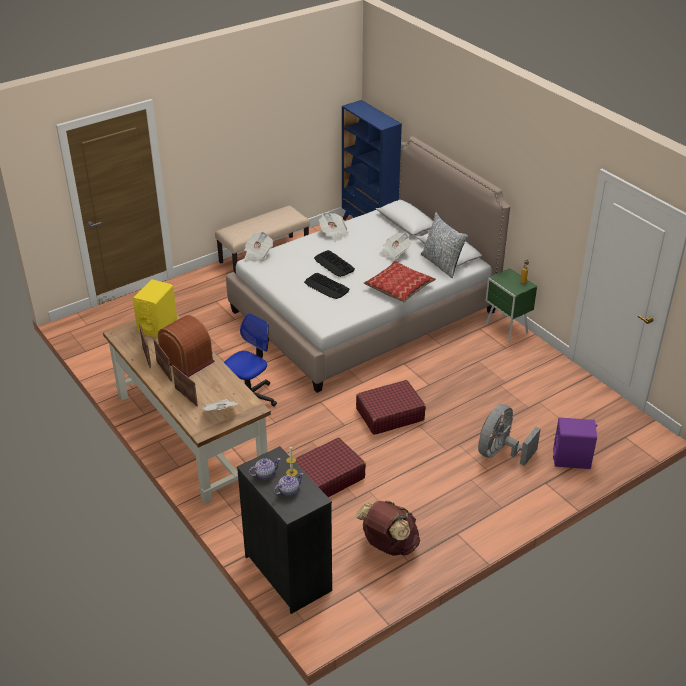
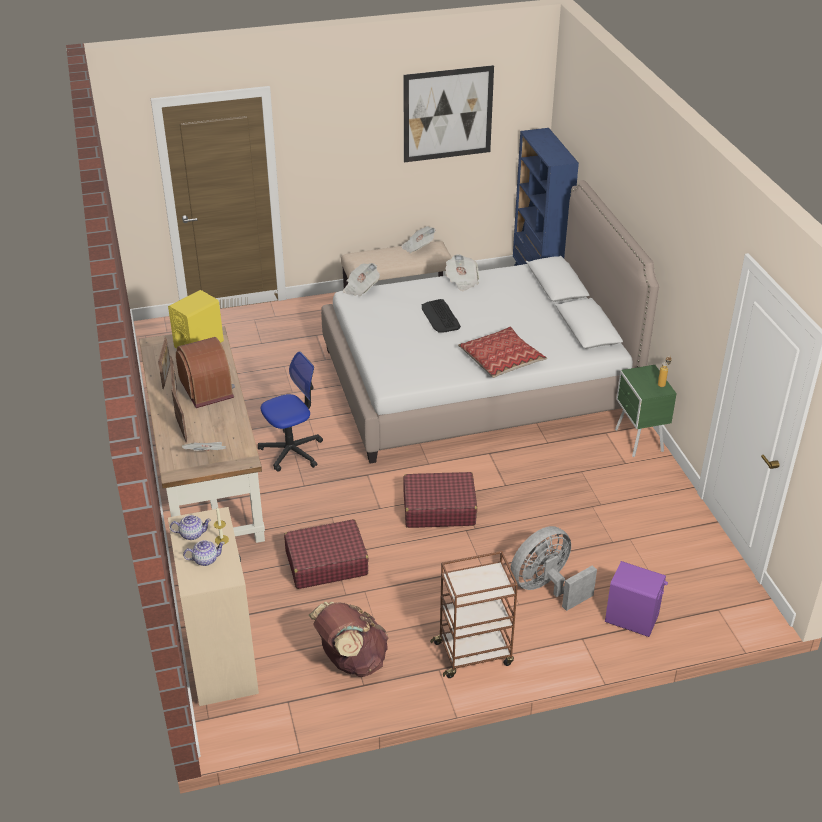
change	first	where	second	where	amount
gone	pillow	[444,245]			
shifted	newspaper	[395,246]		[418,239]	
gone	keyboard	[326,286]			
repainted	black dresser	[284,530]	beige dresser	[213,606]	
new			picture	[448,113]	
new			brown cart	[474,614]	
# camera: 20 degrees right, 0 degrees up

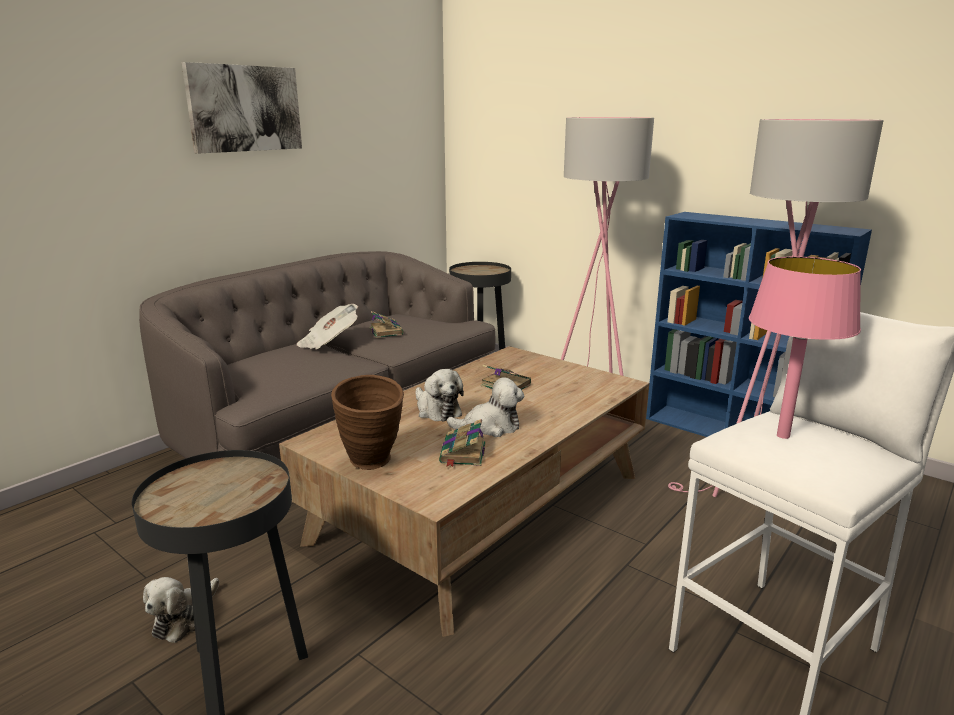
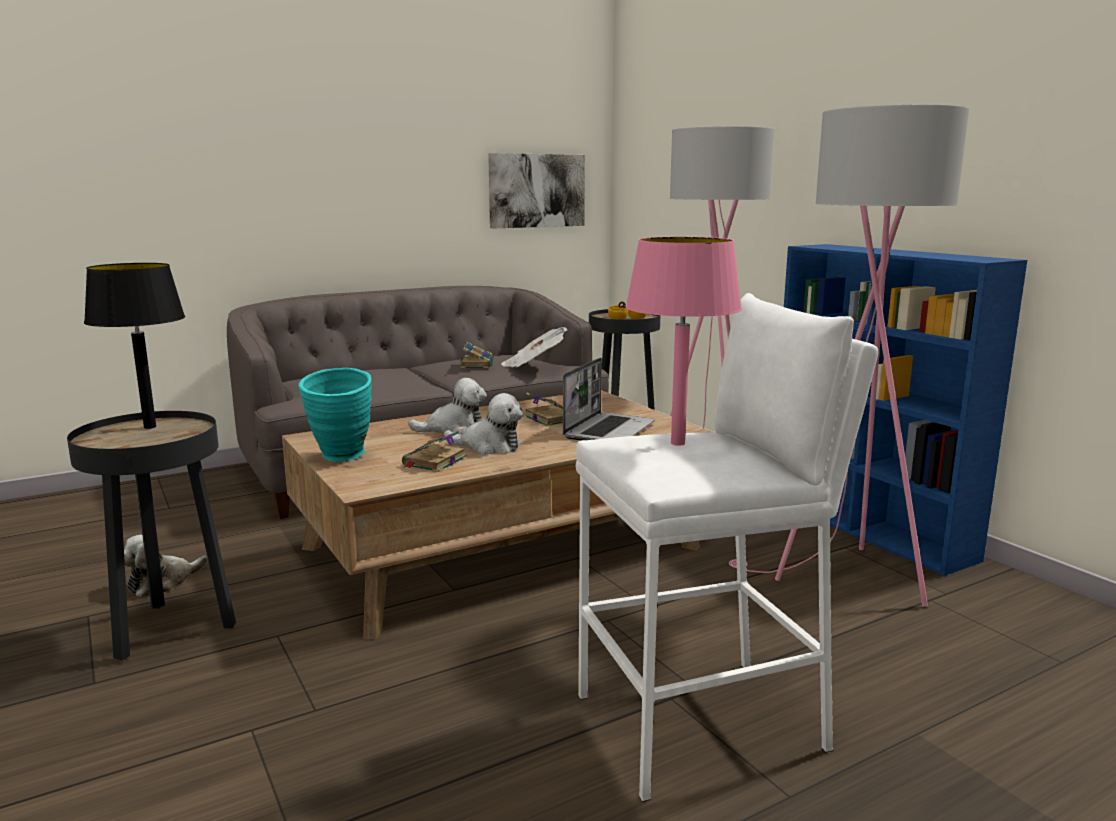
change	first	where	second	where	amount
shifted	picture	[242,108]		[536,191]	
shifted	newspaper	[327,326]		[534,347]	
rotated	plush toy	[440,395]		[447,406]	90 degrees counterclockwise
repainted	brown vase	[367,422]	turquoise vase	[335,415]	
new			black table lamp	[134,346]	
new			bowl	[627,310]	
new			laptop	[609,399]	
# camera: 20 degrees right, 5 degrees down

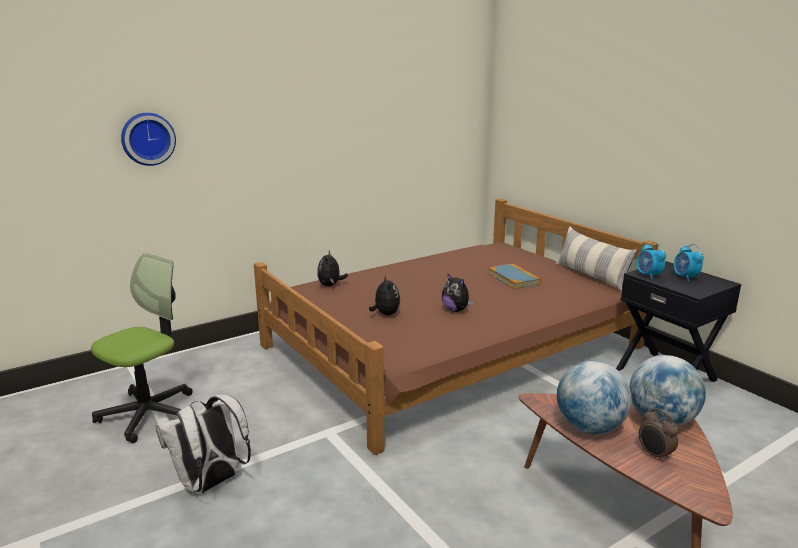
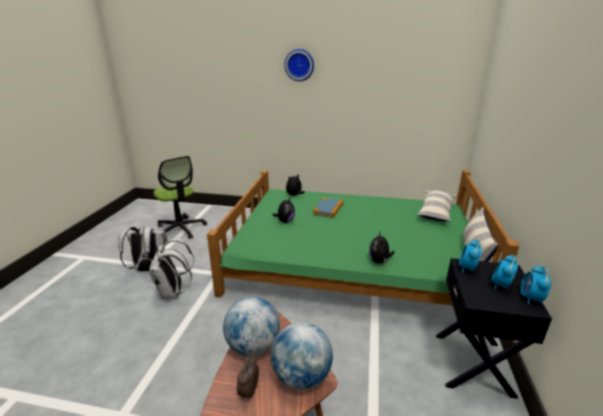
change	first	where	second	where	amount
shifted	wall clock	[148,139]		[299,65]	
repainted	brown bed	[456,326]	green bed	[363,238]	
rotated	office chair	[142,348]		[180,197]	60 degrees clockwise
shifted	book	[514,276]		[328,208]	
shifted	plush toy	[458,293]		[382,247]	
new			pillow	[437,206]	
new			white backpack	[171,269]	
new			alarm clock	[536,285]	
# camera: 45 degrees right, 5 degrees up

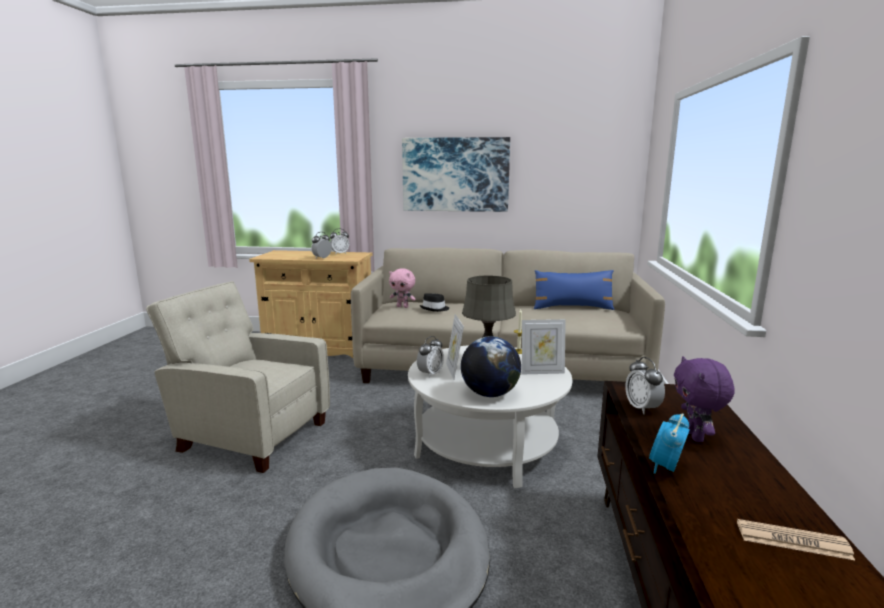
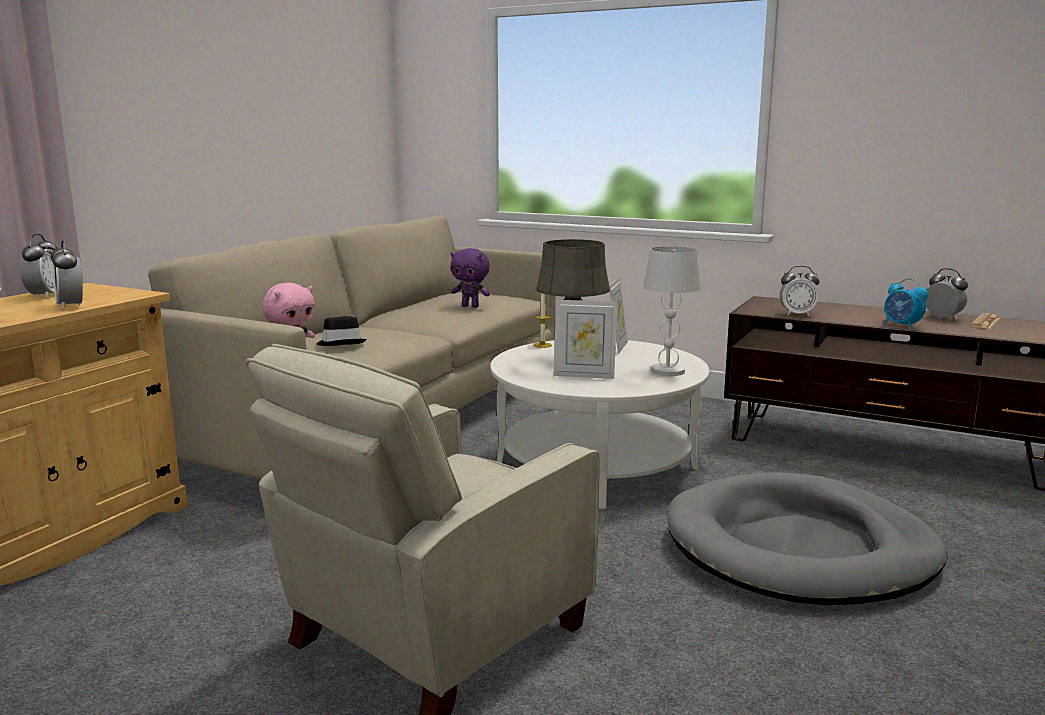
change	first	where	second	where	amount
gone	picture	[456,174]			
gone	blue pillow	[574,290]			
shifted	alarm clock	[430,357]		[946,293]	
swapped	globe	[491,366]	white table lamp	[672,311]	
shifted	purple plush toy	[704,399]		[470,278]	
# camera: 70 degrees left, 0 degrees up

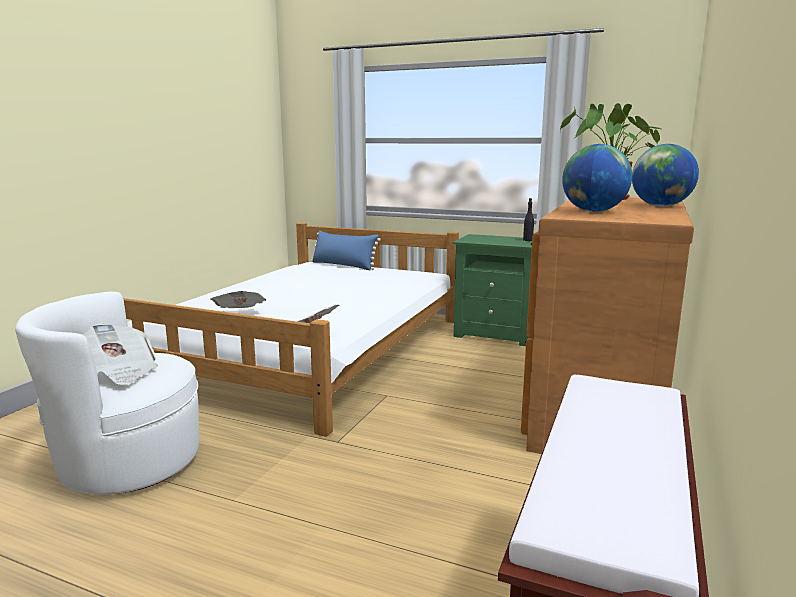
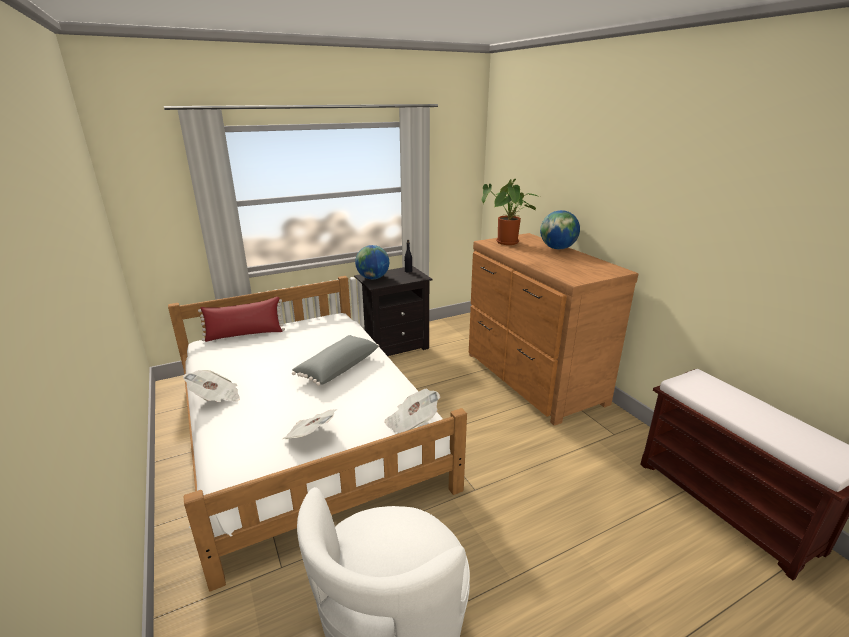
change	first	where	second	where	amount
shifted	globe	[597,178]		[372,262]	
repainted	blue pillow	[346,250]	red pillow	[241,319]	
repainted	green nightstand	[492,290]	black nightstand	[393,311]	
shifted	newspaper	[120,354]		[211,386]	
new			grey pillow	[335,360]	
# camera: 50 degrees left, 10 degrees up

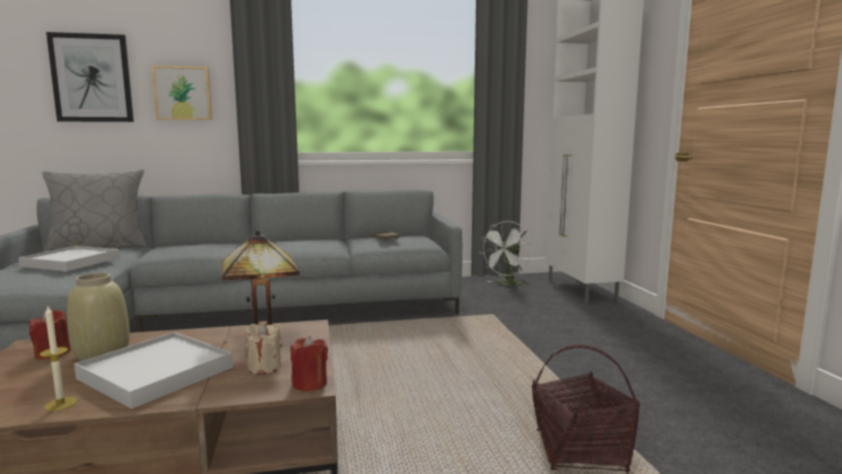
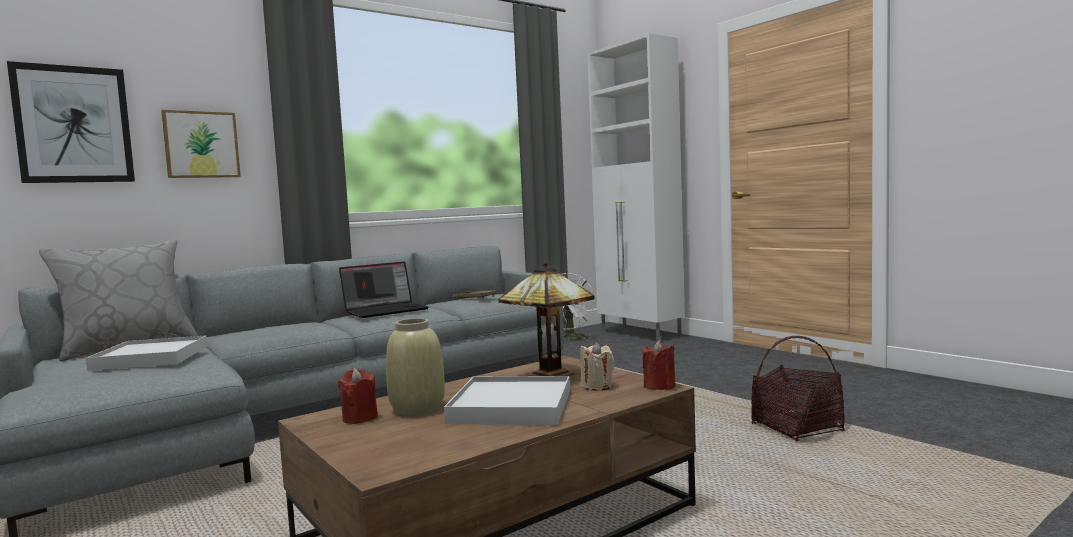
change	first	where	second	where	amount
gone	candle	[58,359]			
new			laptop	[384,290]	
# camera: 25 degrees left, 5 degrees down

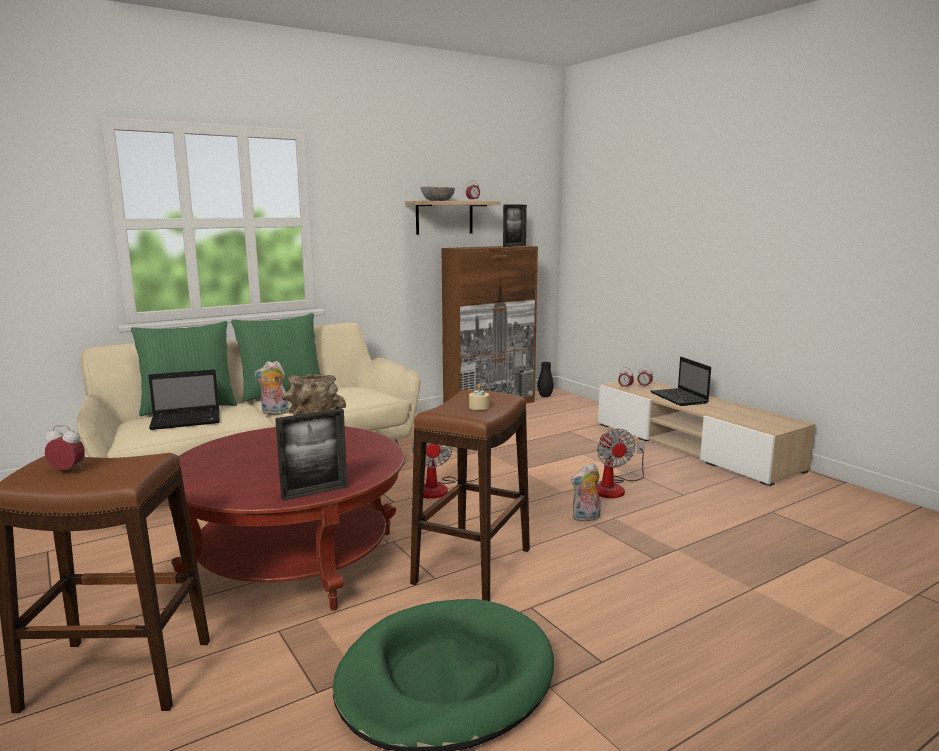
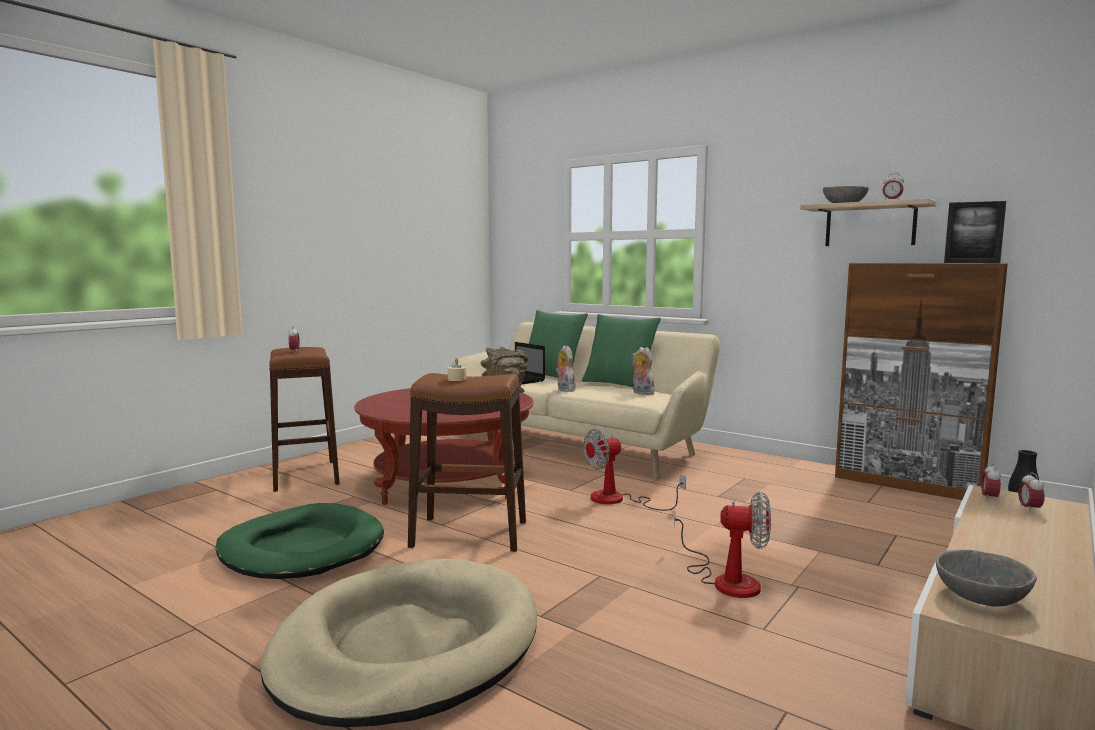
change	first	where	second	where	amount
gone	laptop	[681,381]			
gone	picture frame	[311,454]			
rotated	fan	[621,463]		[722,545]	135 degrees counterclockwise
shifted	plush toy	[586,492]		[642,371]	
new			grey bowl	[986,578]	
new			beige dog bed	[399,643]	
# camera: 70 degrees right, 5 degrees down

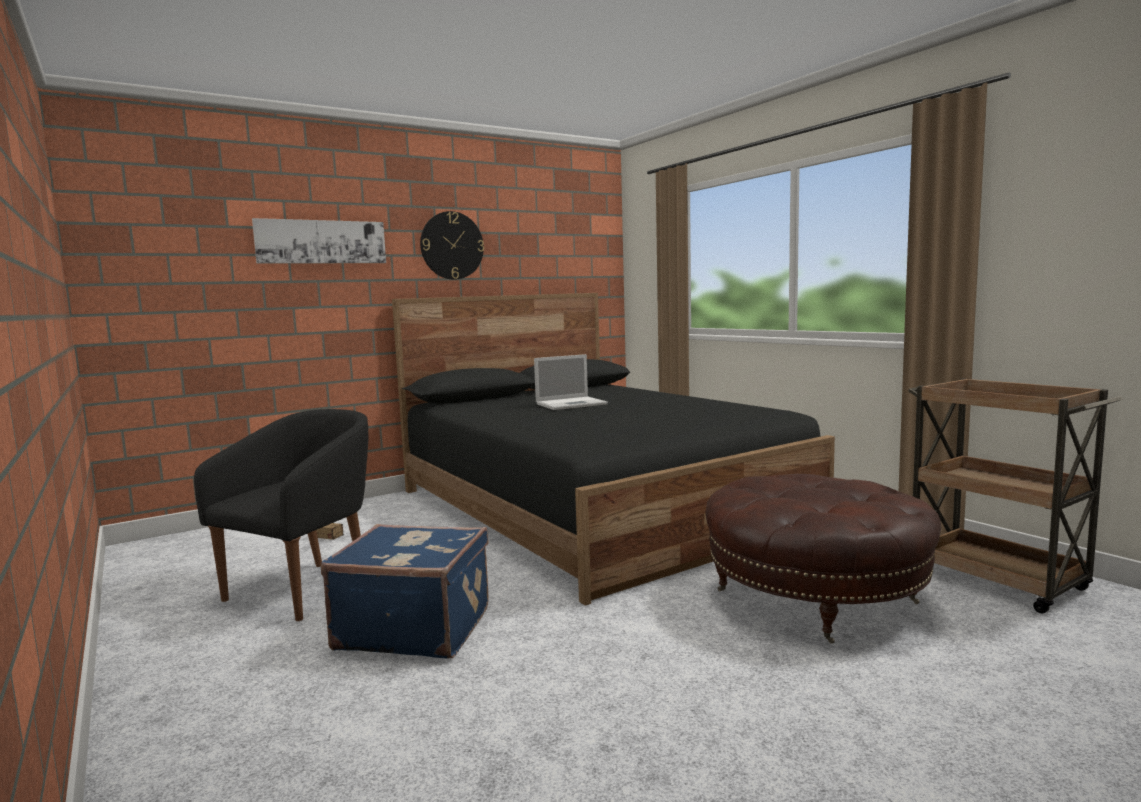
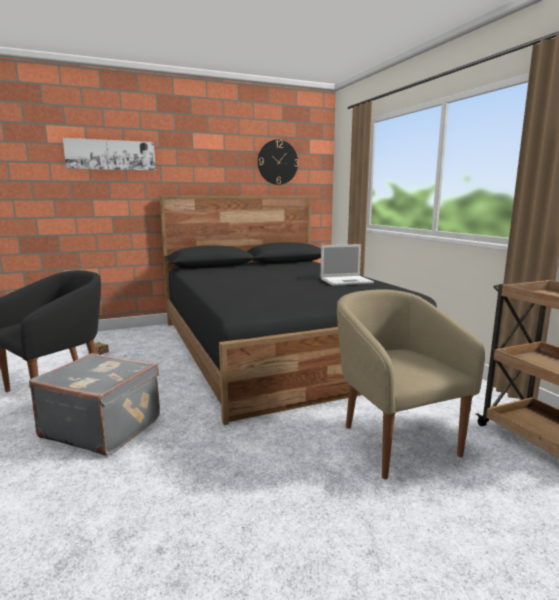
change	first	where	second	where	amount
shifted	wall clock	[452,245]		[278,162]	
shifted	laptop	[571,382]		[347,265]	
swapped	brown ottoman	[823,559]	beige armchair	[411,384]	
repainted	blue suitcase	[405,591]	grey suitcase	[94,404]	
# camera: 10 degrees right, 5 degrees up

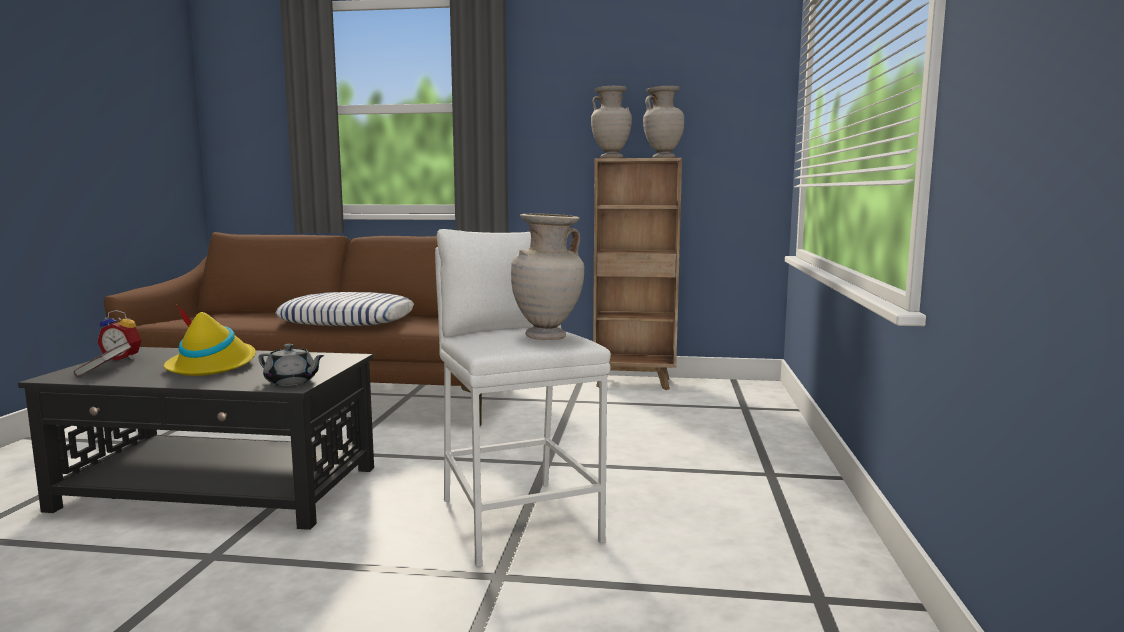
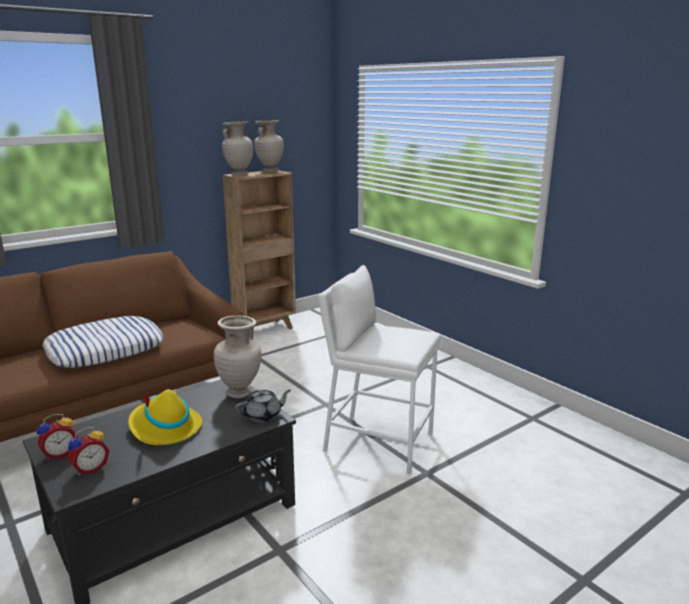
change	first	where	second	where	amount
shifted	beige vase	[547,276]		[237,357]	
swapped	book	[103,359]	alarm clock	[89,451]	
# camera: 45 degrees left, 10 degrees up

